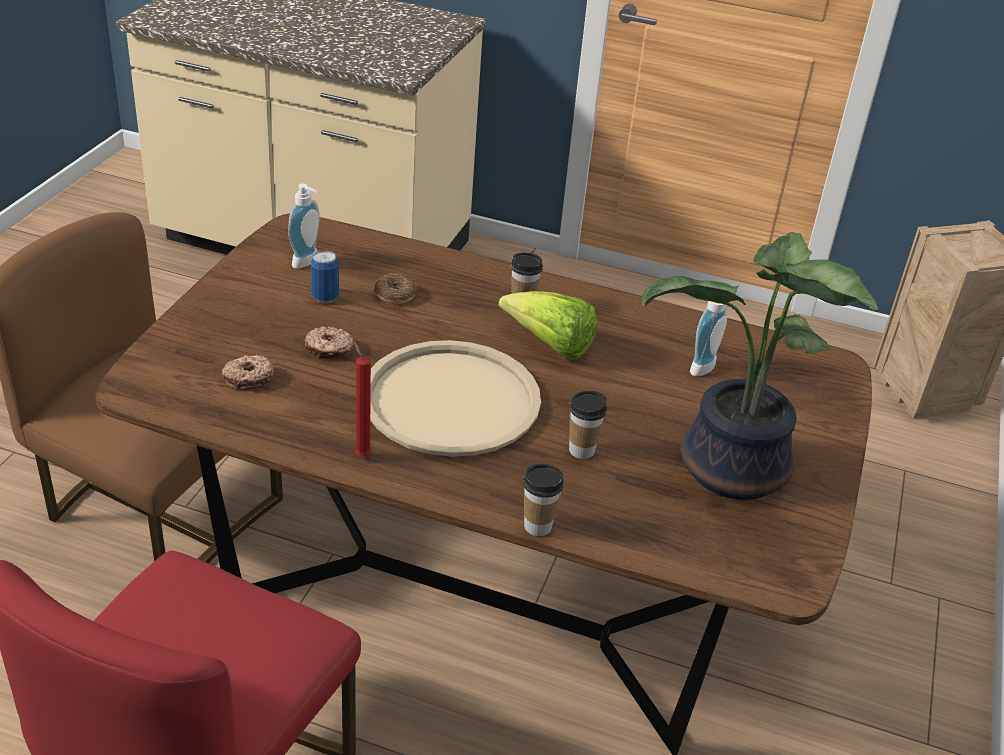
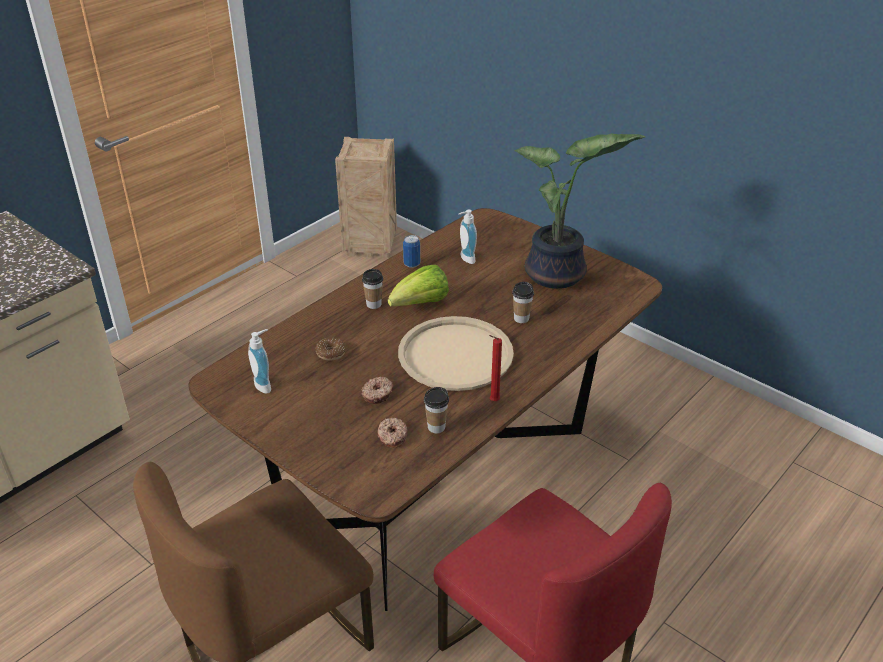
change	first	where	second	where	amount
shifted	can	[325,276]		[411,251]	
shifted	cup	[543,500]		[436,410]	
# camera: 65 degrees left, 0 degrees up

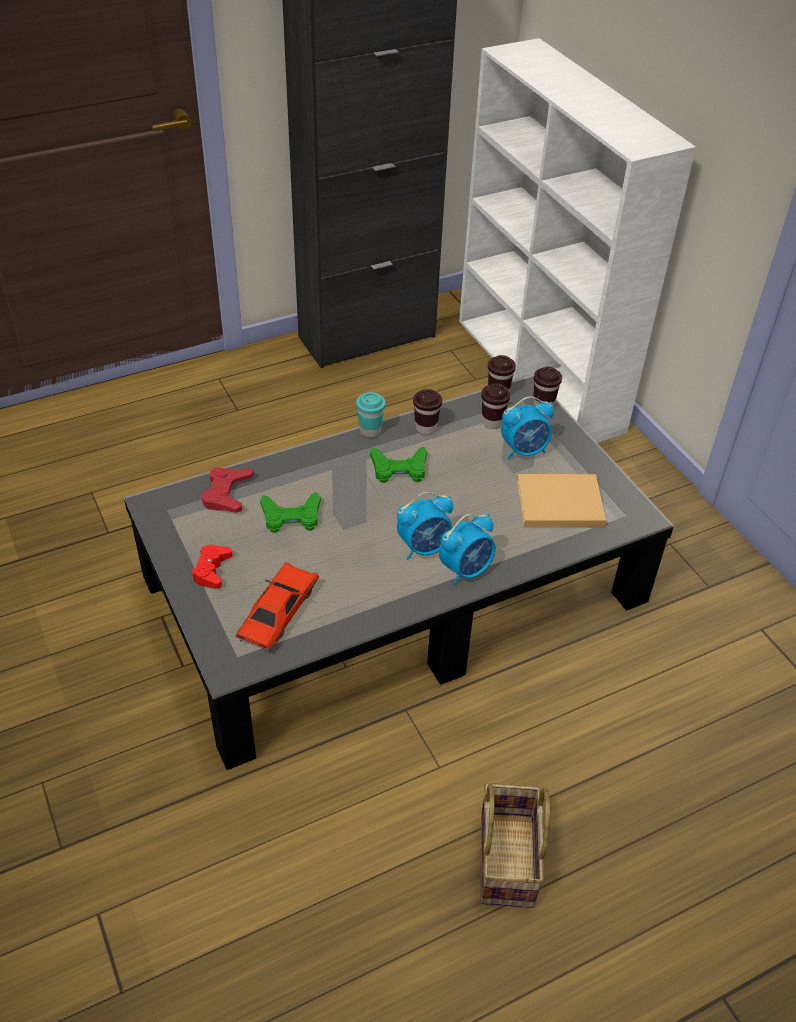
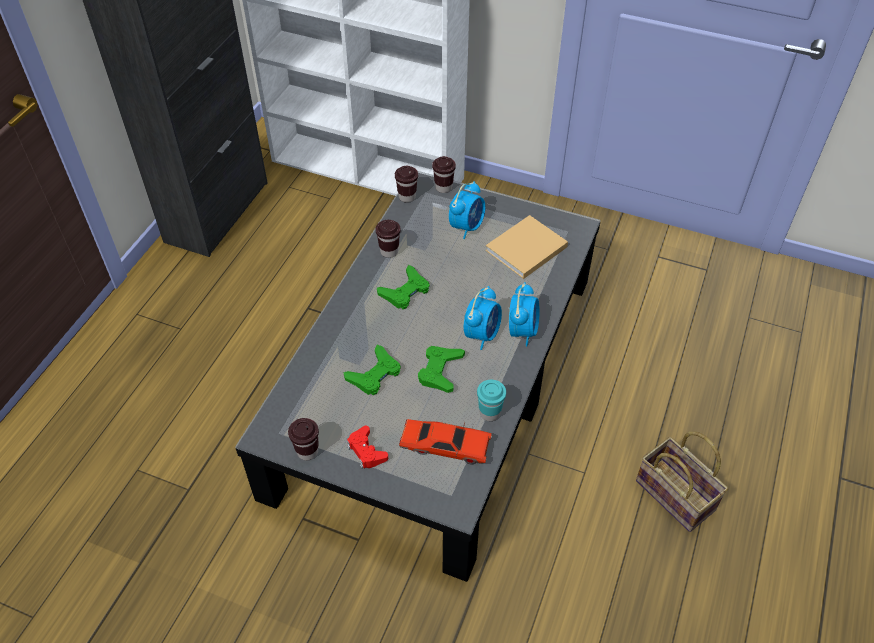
change	first	where	second	where	amount
shifted	brown cup	[495,406]		[303,439]	
shifted	turquoise cup	[371,415]		[491,400]	
gone	red game controller	[227,490]			
rotated	red toy car	[277,606]		[445,441]	120 degrees clockwise
new			green game controller	[441,369]	
# camera: 40 degrees left, 5 degrees up

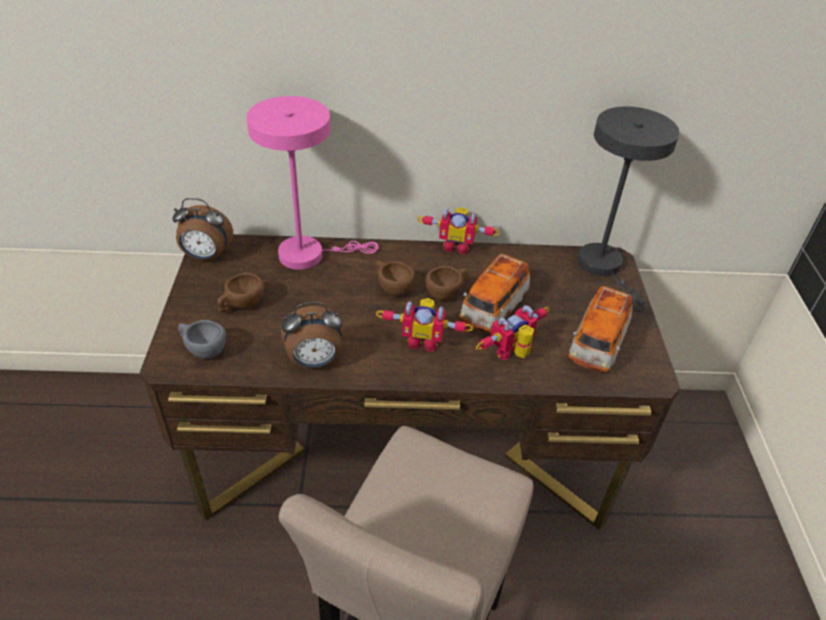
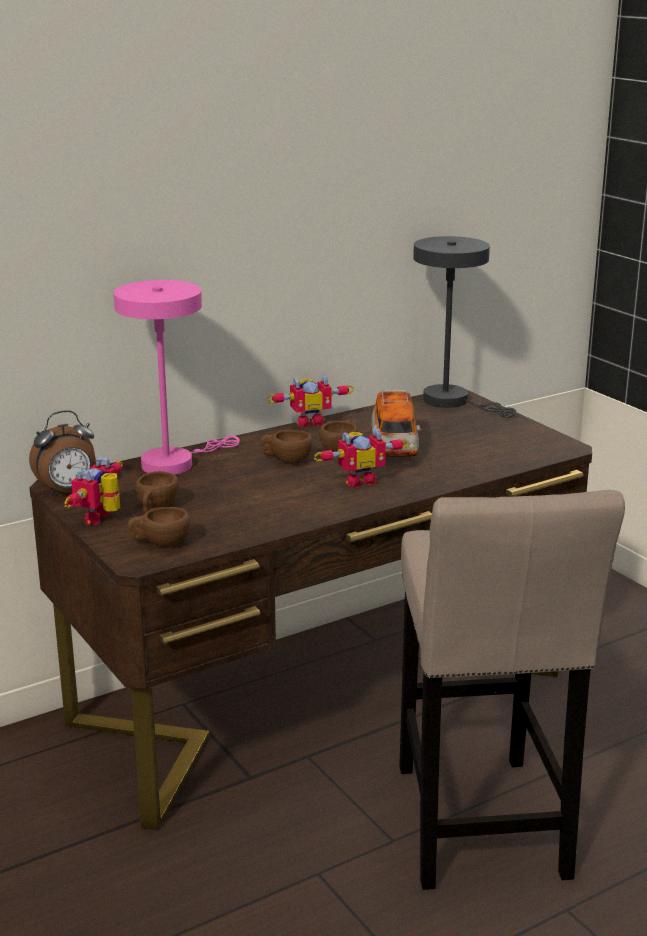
change	first	where	second	where	amount
gone	toy car	[600,329]			
gone	alarm clock	[312,335]			
shifted	toy robot	[513,332]		[93,491]	
repainted	grey cup	[202,339]	brown cup	[159,527]	
# camera: 30 degrees left, 20 degrees down

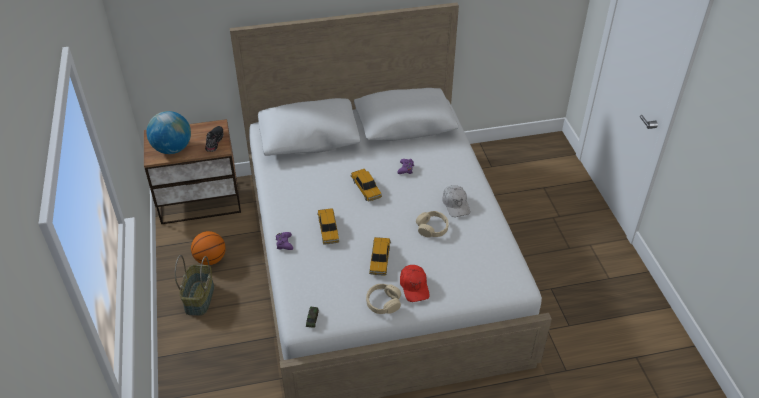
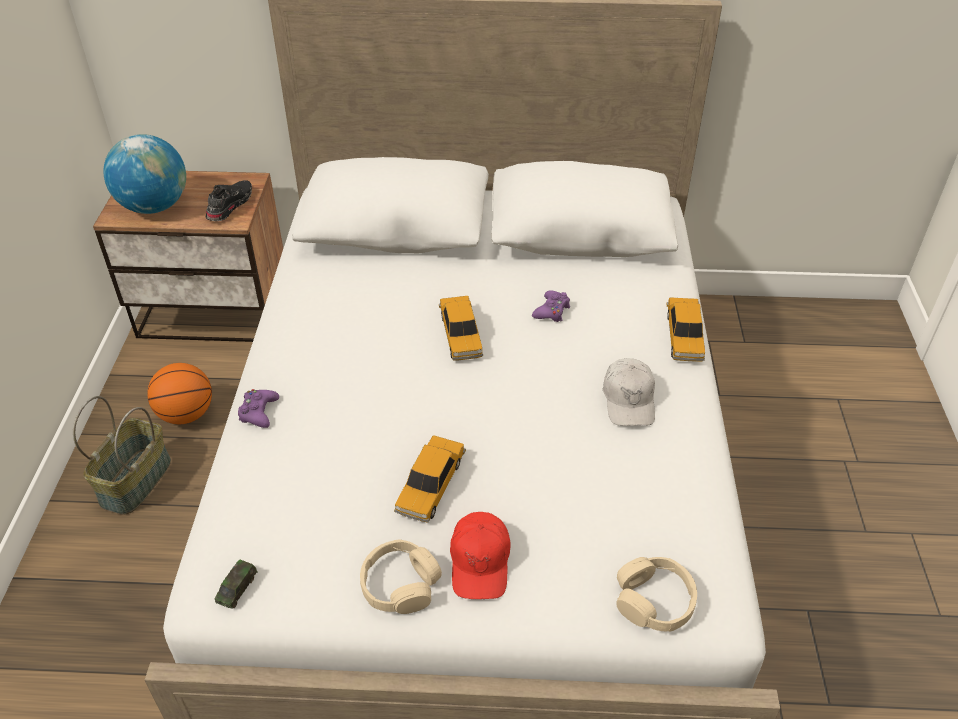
change	first	where	second	where	amount
shifted	toy car	[328,226]		[686,329]	
shifted	beige headphones	[432,224]		[657,594]	
# camera: 15 degrees right, 0 degrees up

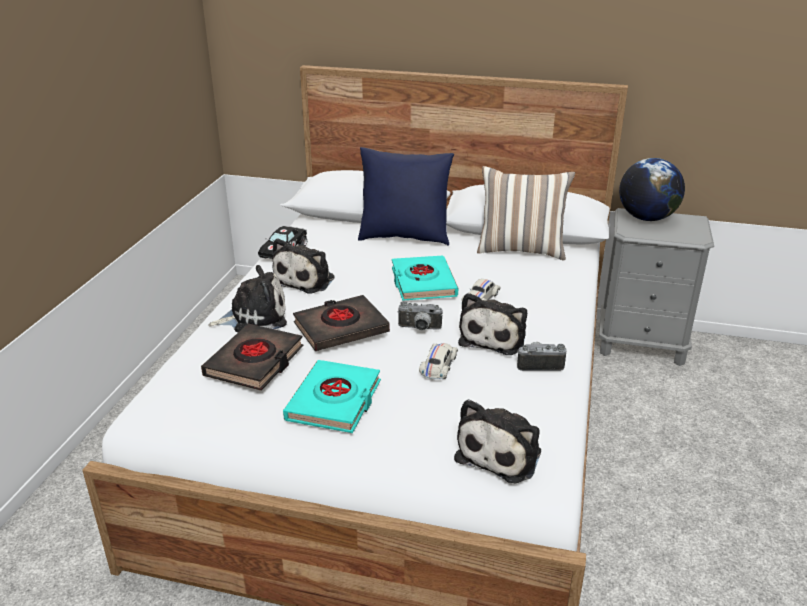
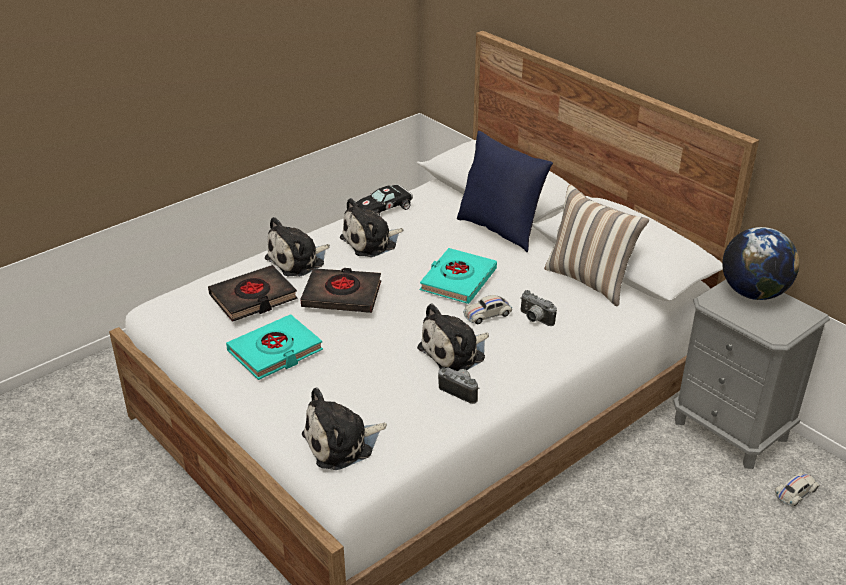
change	first	where	second	where	amount
rotated	plush toy	[247,298]		[297,247]	120 degrees clockwise
shifted	photo camera	[420,316]		[538,308]	
shifted	white toy car	[438,361]		[797,489]	
# camera: 35 degrees right, 5 degrees up

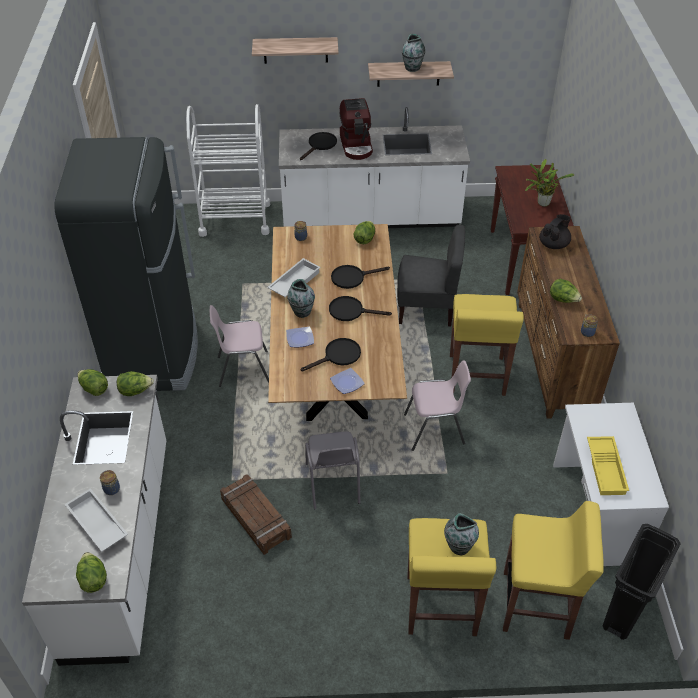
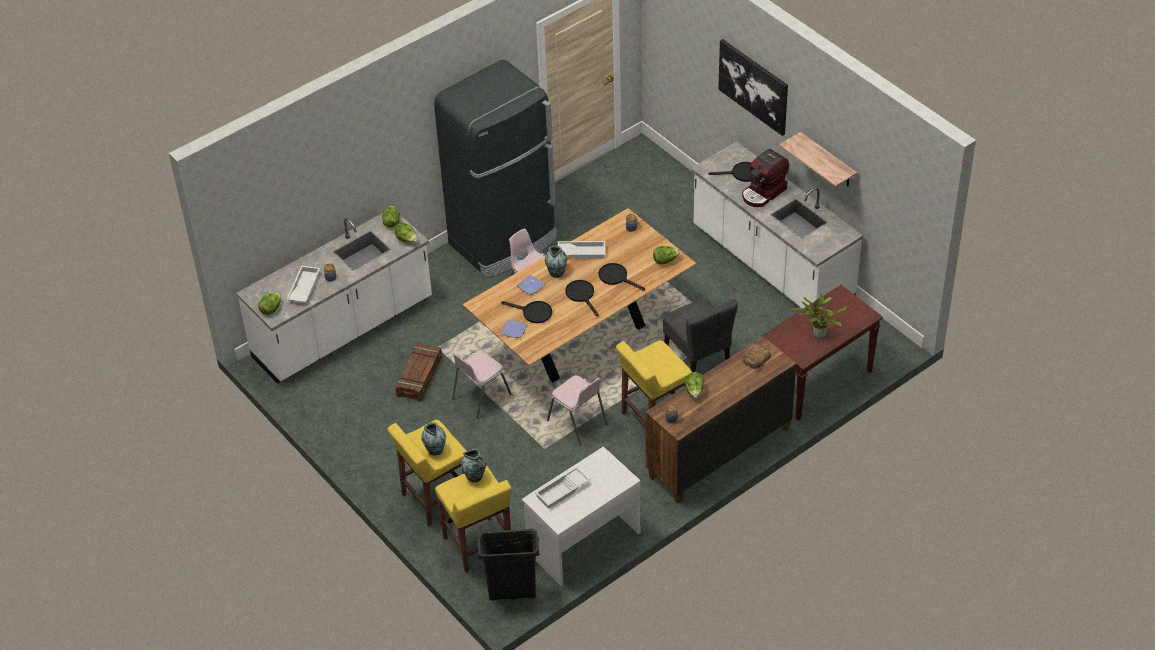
change	first	where	second	where	amount
shifted	vase	[413,53]		[473,465]	
swapped	shelf	[295,50]	picture	[753,87]	
gone	white cart	[228,170]			
swapped	black teapot	[555,231]	bread	[756,356]	
repainted	grey chair	[333,470]	pink chair	[482,384]	
repainted	yellow tray	[608,465]	white tray	[562,487]	
# camera: 55 degrees right, 0 degrees up

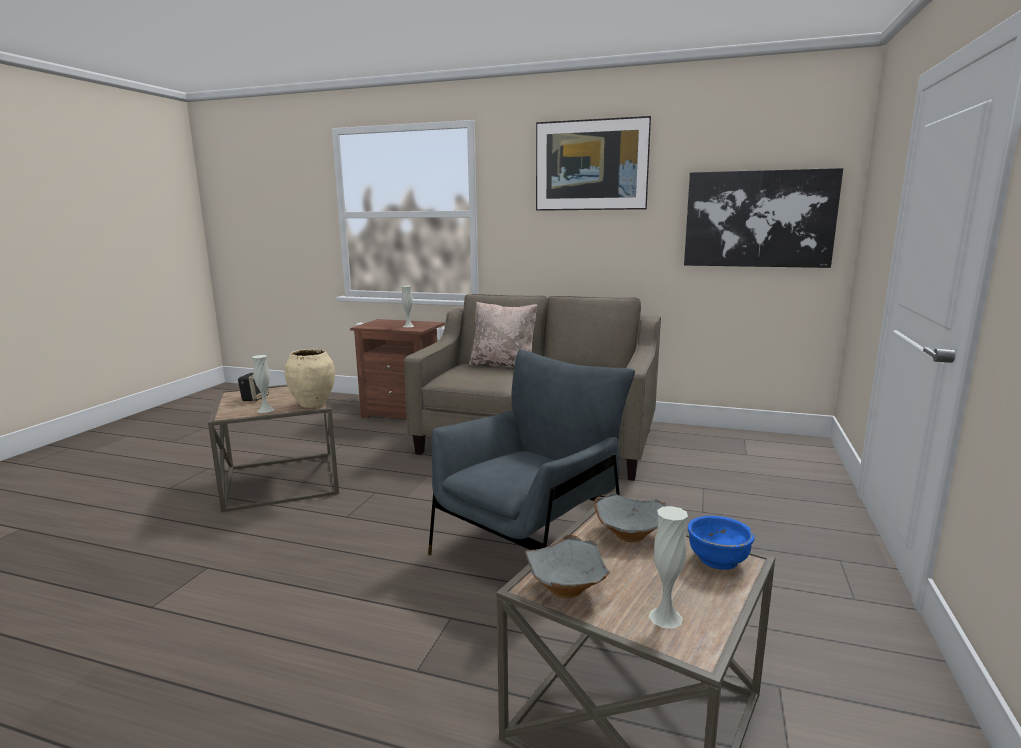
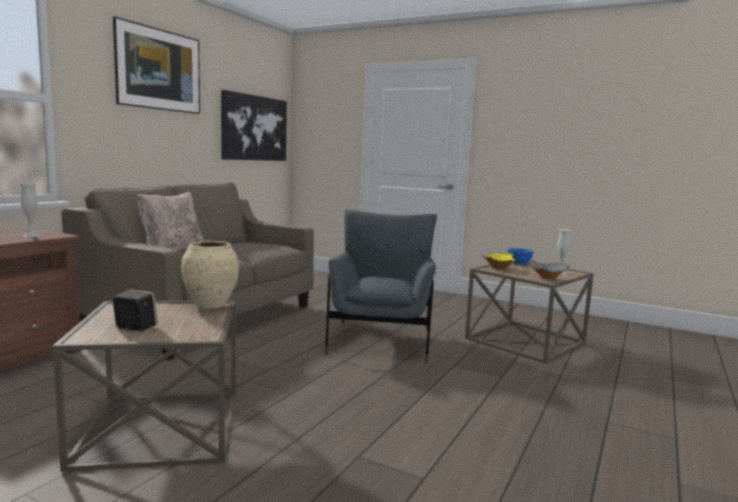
change	first	where	second	where	amount
rotated	grey armchair	[531,452]		[381,286]	45 degrees clockwise
gone	white vase	[263,384]			
repainted	grey bowl	[630,517]	yellow bowl	[498,261]	
# camera: 80 degrees left, 5 degrees down

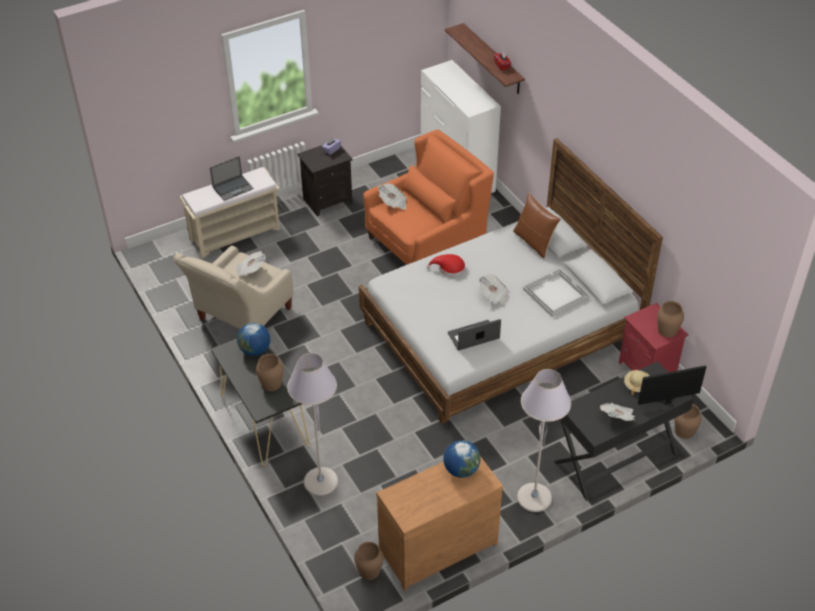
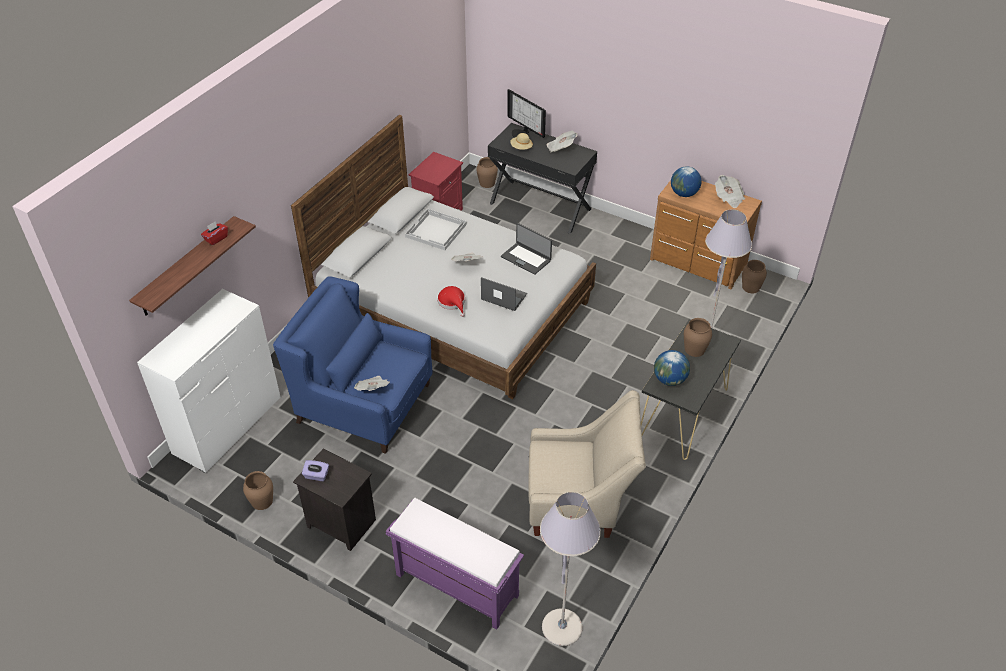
change	first	where	second	where	amount
repainted	orange armchair	[428,197]	blue armchair	[353,365]	
shifted	laptop	[232,178]		[504,294]	
repainted	beige bench	[229,212]	purple bench	[455,564]	
gone	brown pillow	[537,225]			
shifted	newspaper	[250,264]		[730,191]	
shifted	brown vase	[670,319]		[258,490]	
shifted	grey floor lamp	[544,440]		[570,569]	
# camera: 120 degrees left, 0 degrees up

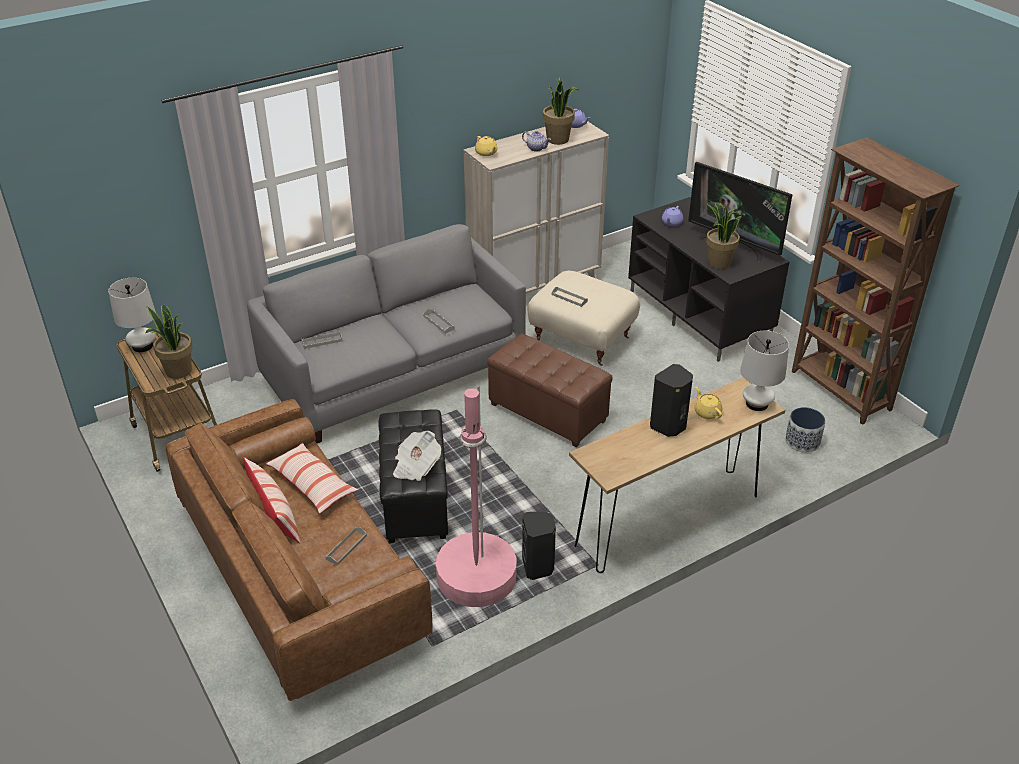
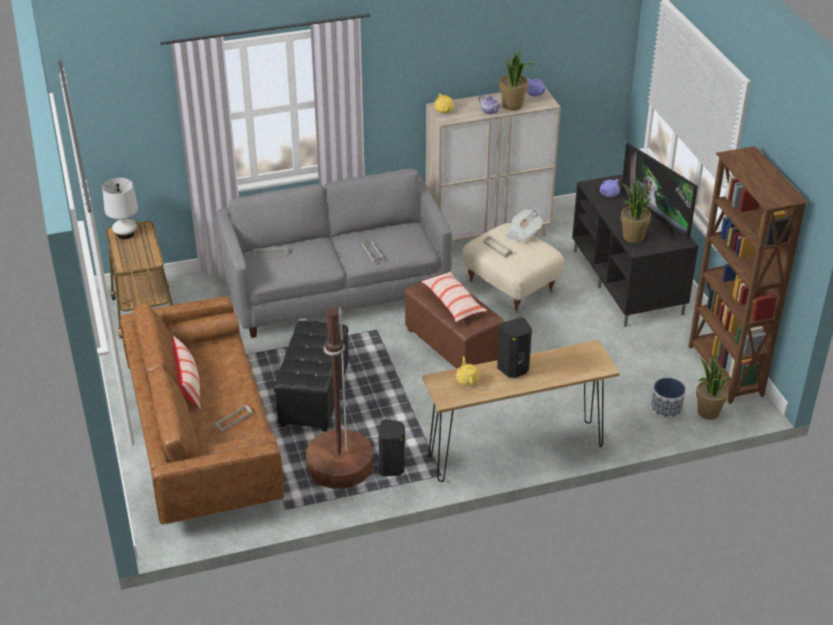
change	first	where	second	where	amount
shifted	potted plant	[169,342]		[713,388]	
gone	white table lamp	[764,371]			
repainted	pink floor lamp	[476,496]	brown floor lamp	[339,398]	
shifted	yellow teapot	[708,403]		[468,371]	
shifted	newspaper	[417,456]		[524,225]	
shifted	pillow	[312,478]		[454,296]	
# camera: 15 degrees right, 0 degrees up

